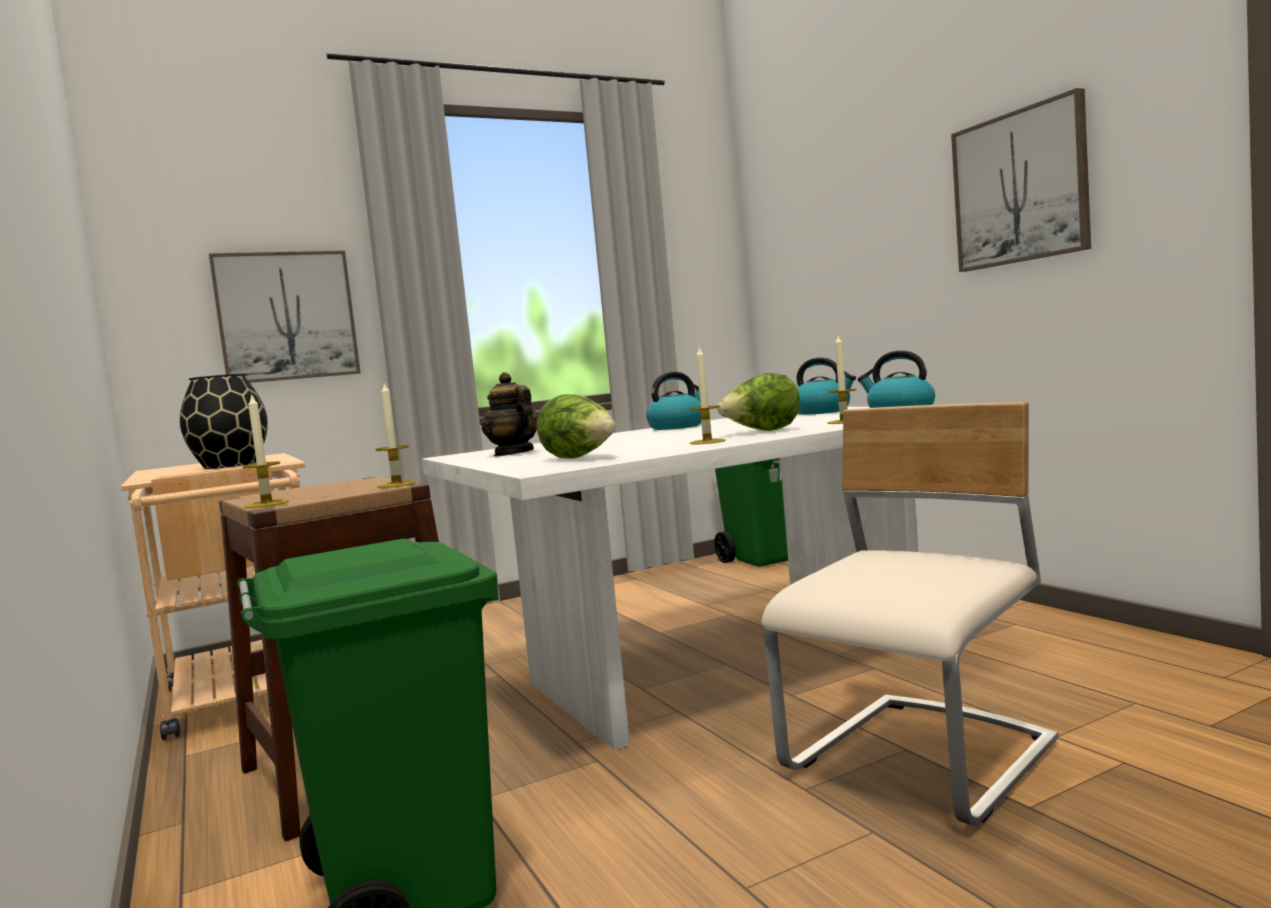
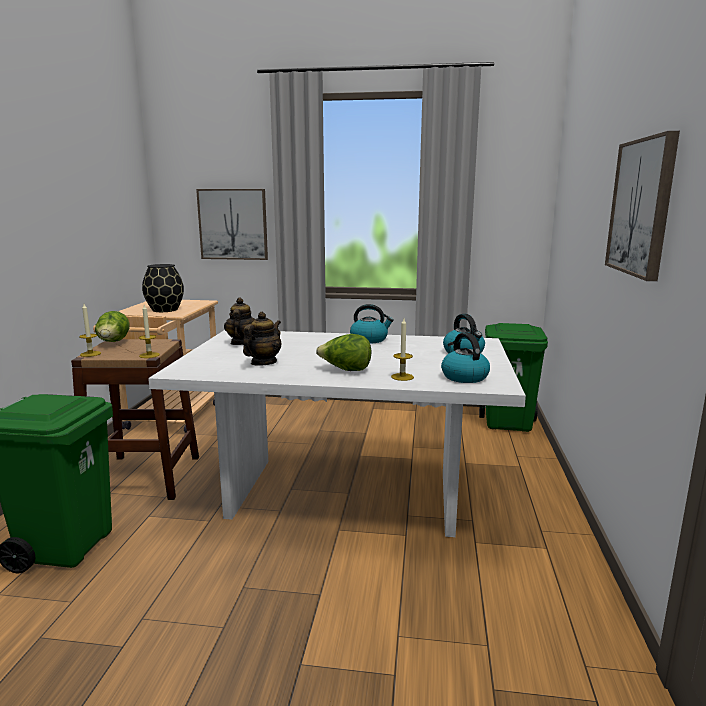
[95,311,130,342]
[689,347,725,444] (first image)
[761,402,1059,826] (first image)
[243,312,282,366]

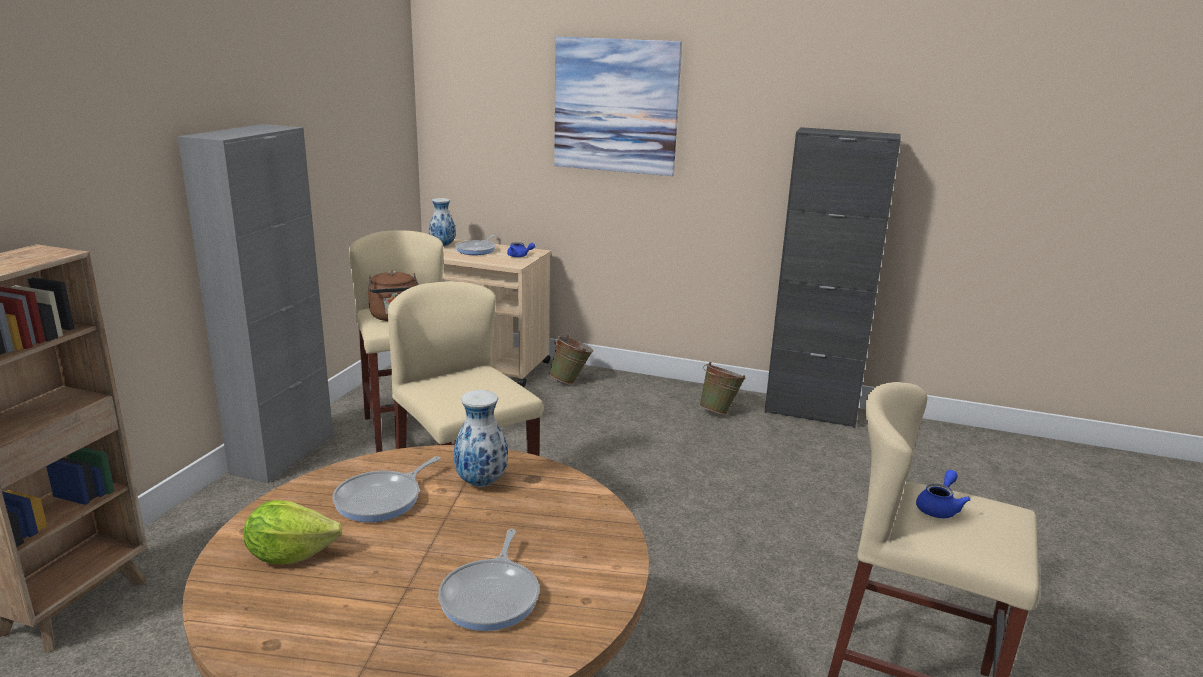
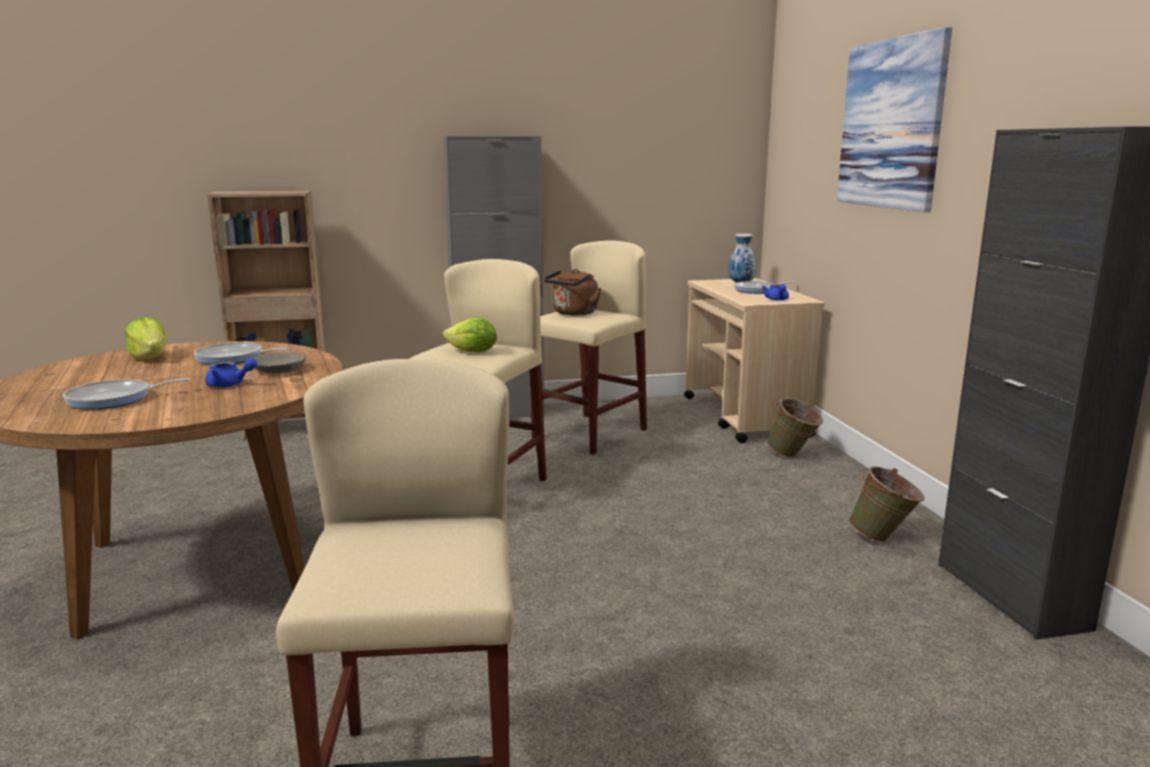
[253,352,306,374]
[205,358,257,388]
[443,318,497,352]

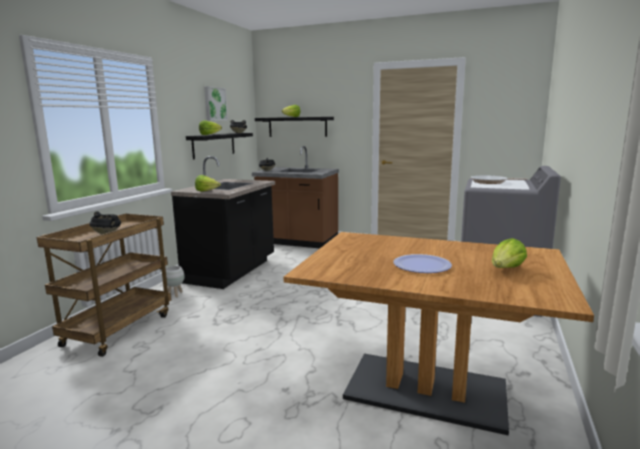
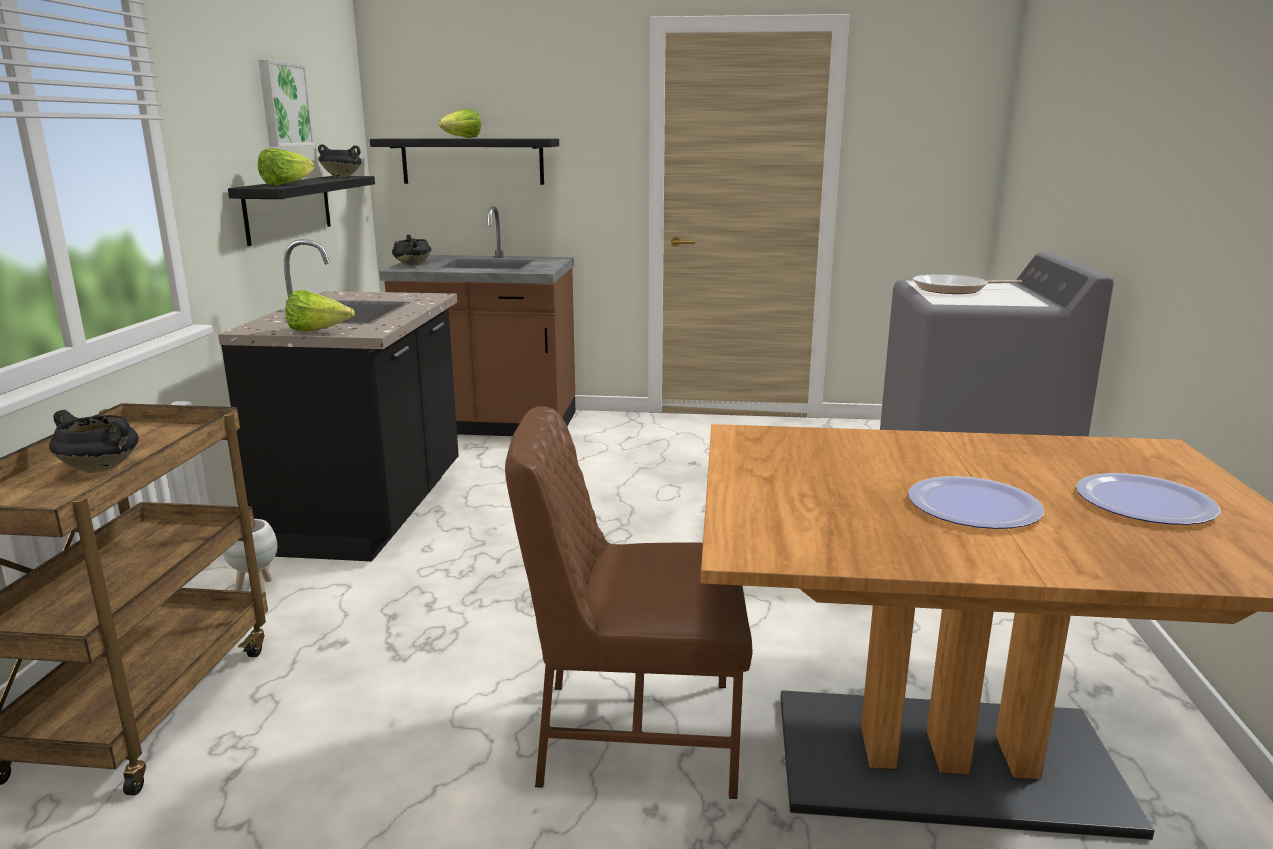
[1076,473,1220,525]
[505,406,753,799]

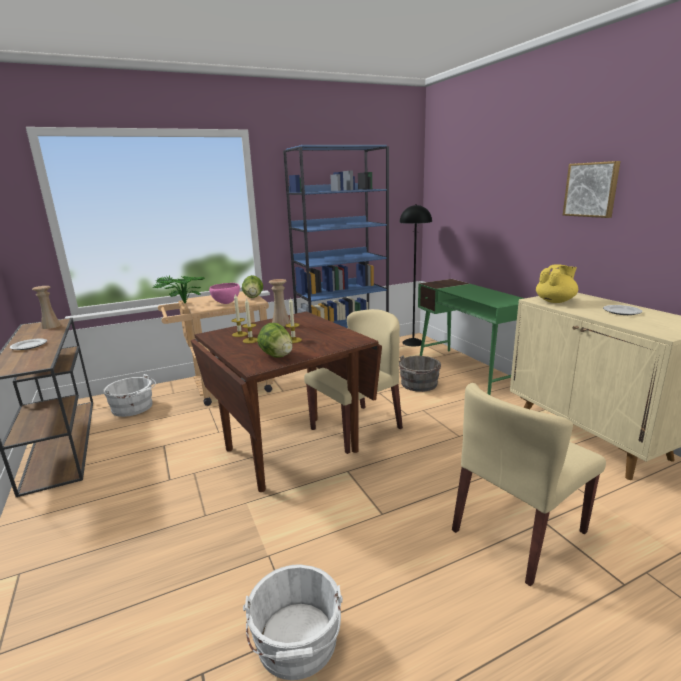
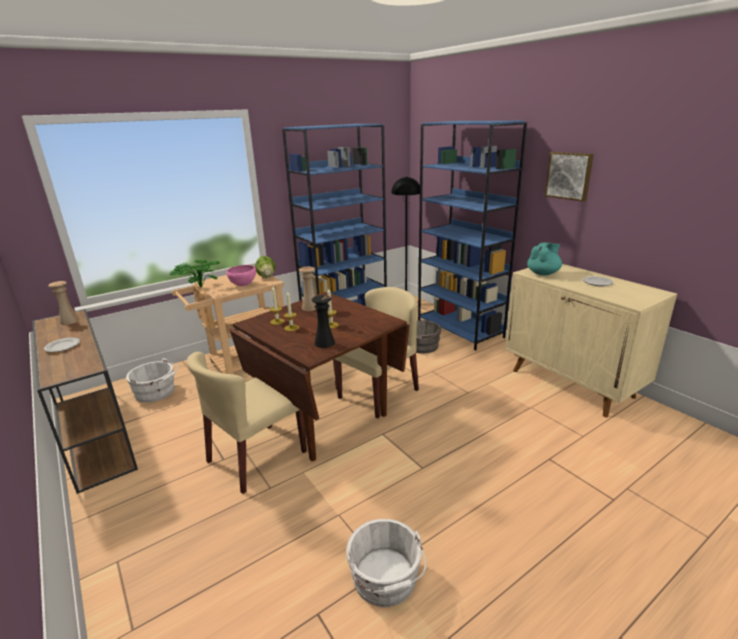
[312,295,335,348]
[418,121,527,351]
[186,352,307,494]
[527,242,562,275]

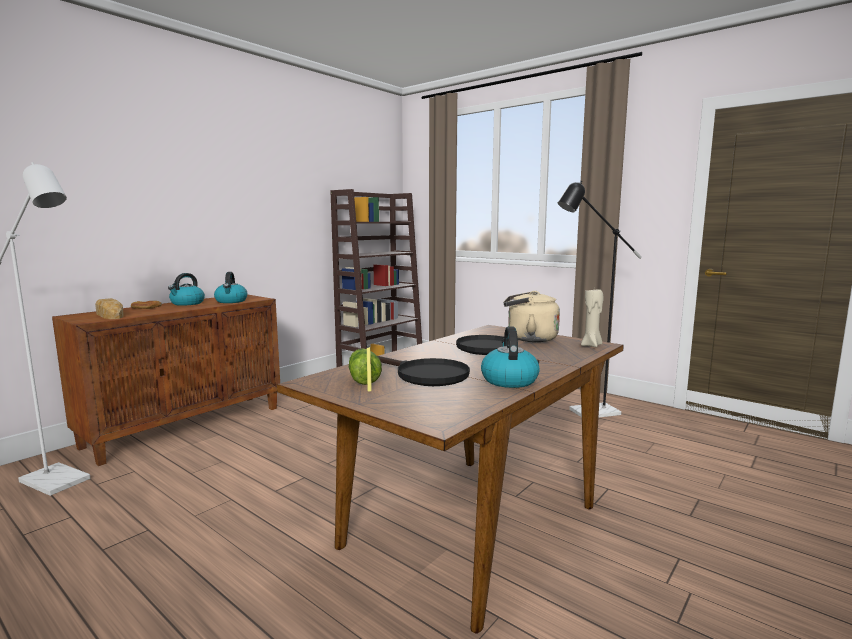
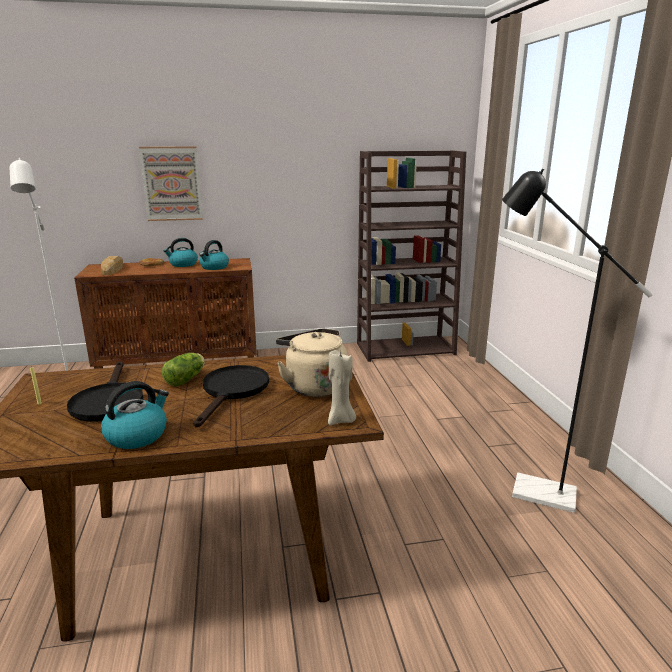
[162,353,205,386]
[139,146,203,221]

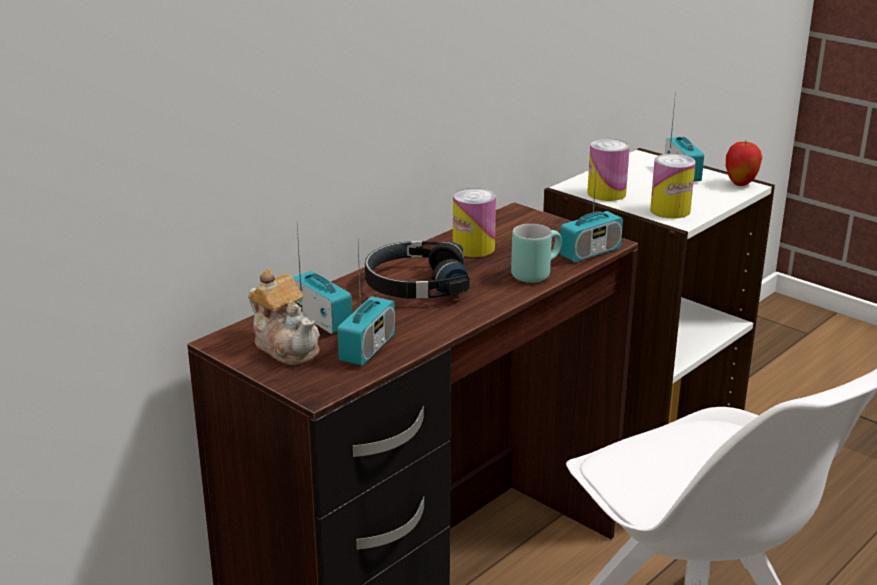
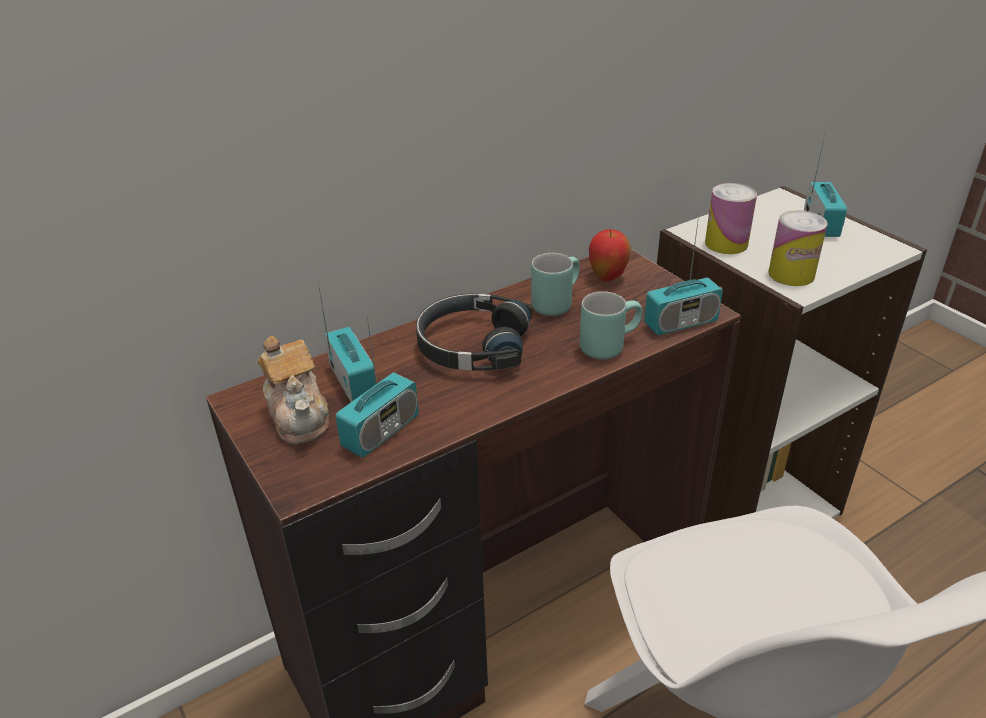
[531,253,580,316]
[589,229,631,281]

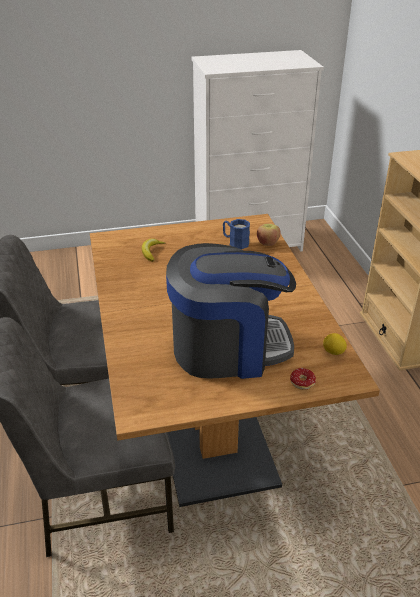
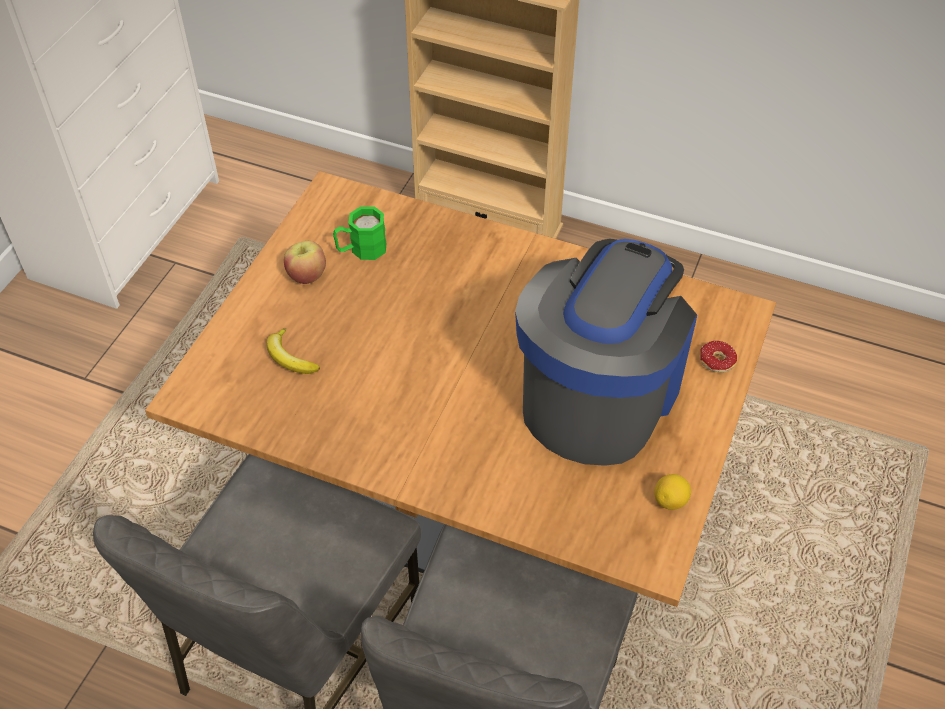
[333,206,386,260]
[284,241,326,284]
[654,474,691,510]

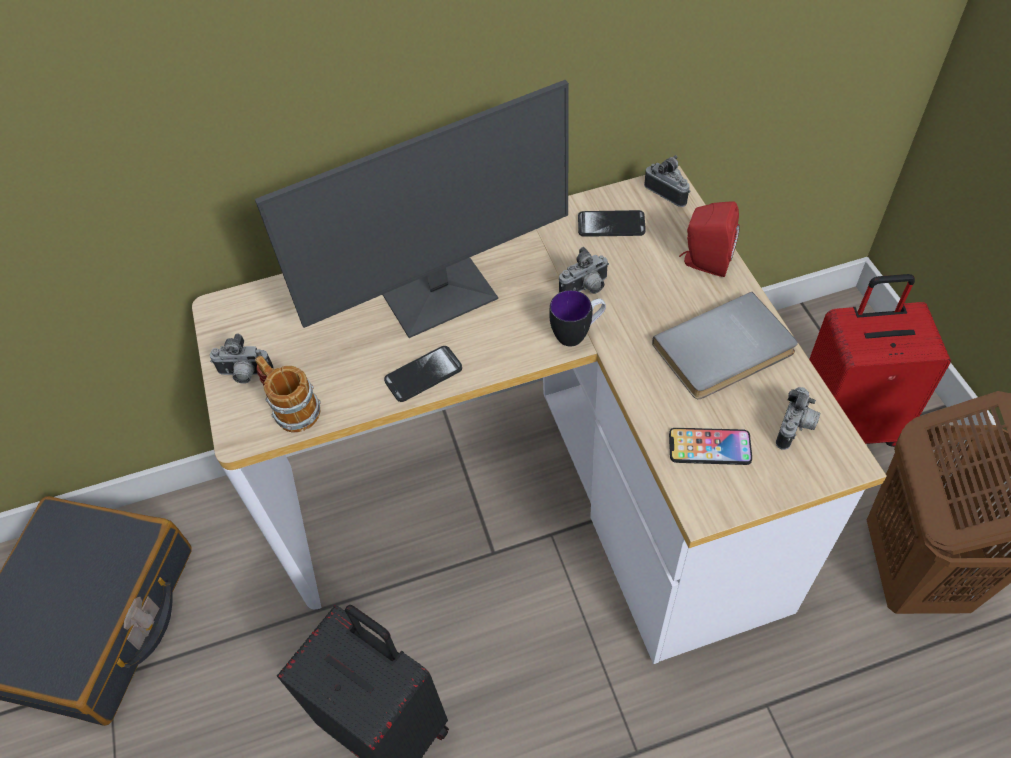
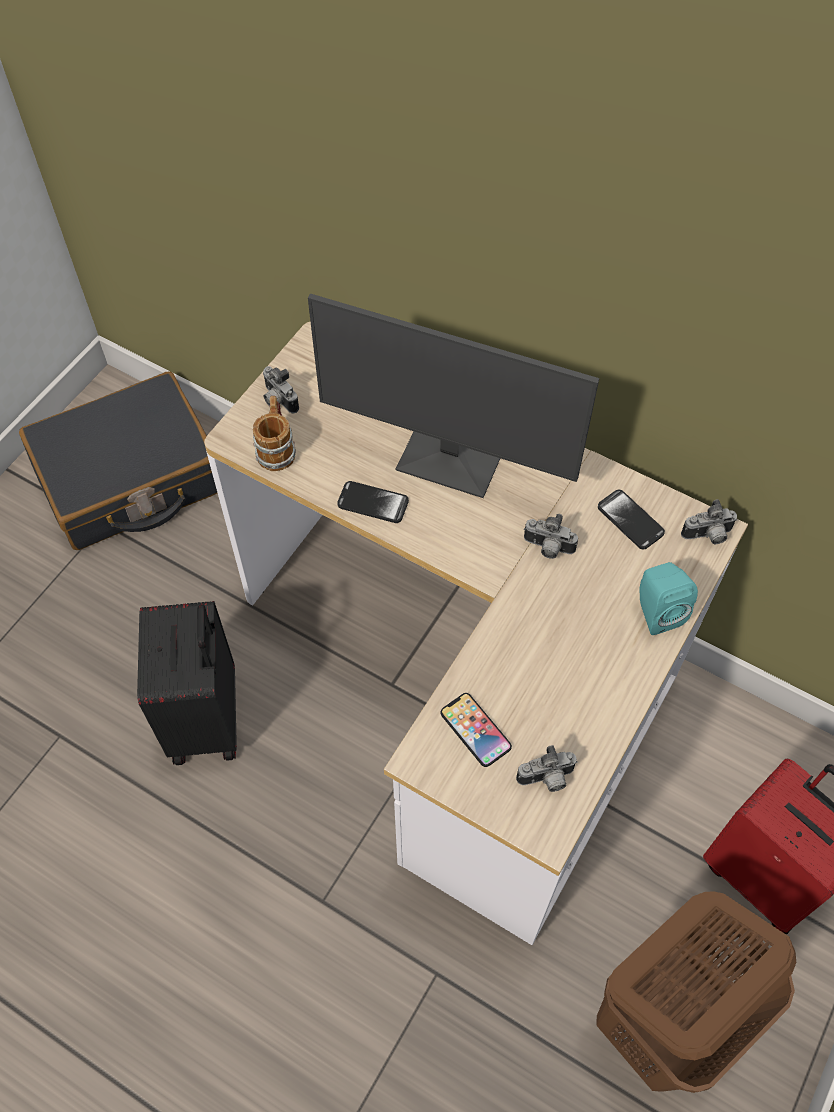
[549,290,606,347] (first image)
[681,499,738,544]
[652,292,798,399] (first image)
[640,562,698,635]

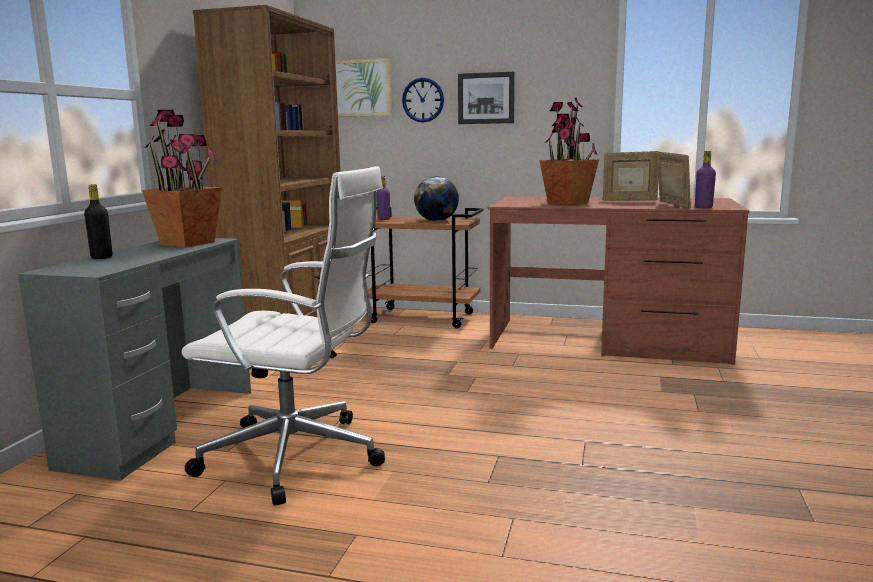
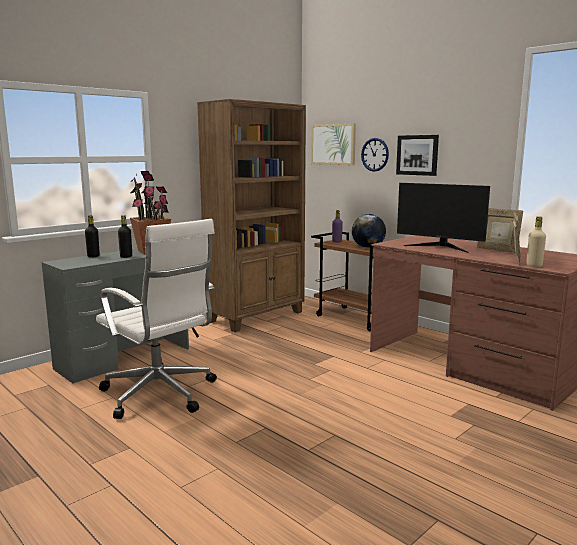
[397,183,490,253]
[526,216,546,267]
[118,215,132,258]

